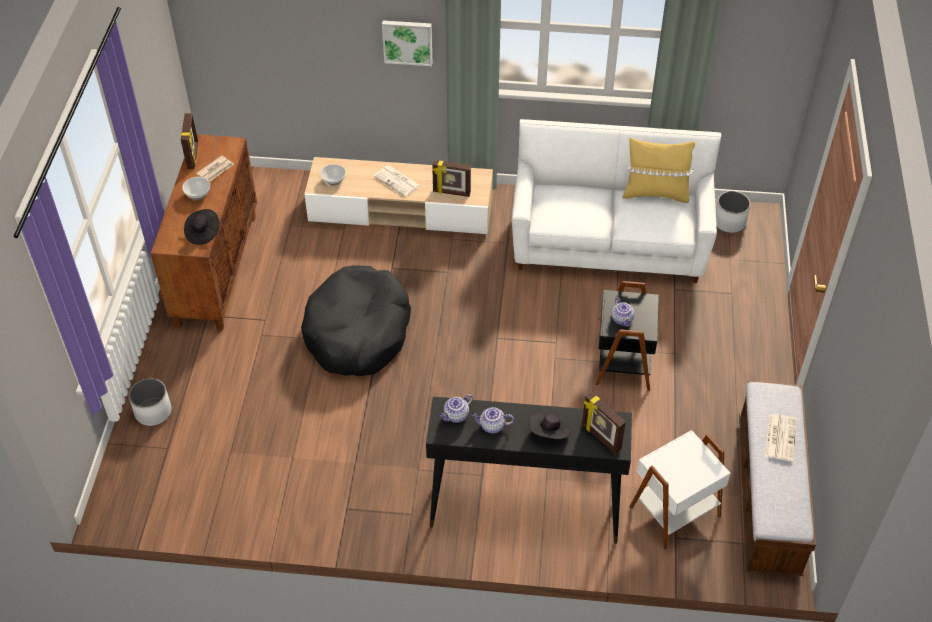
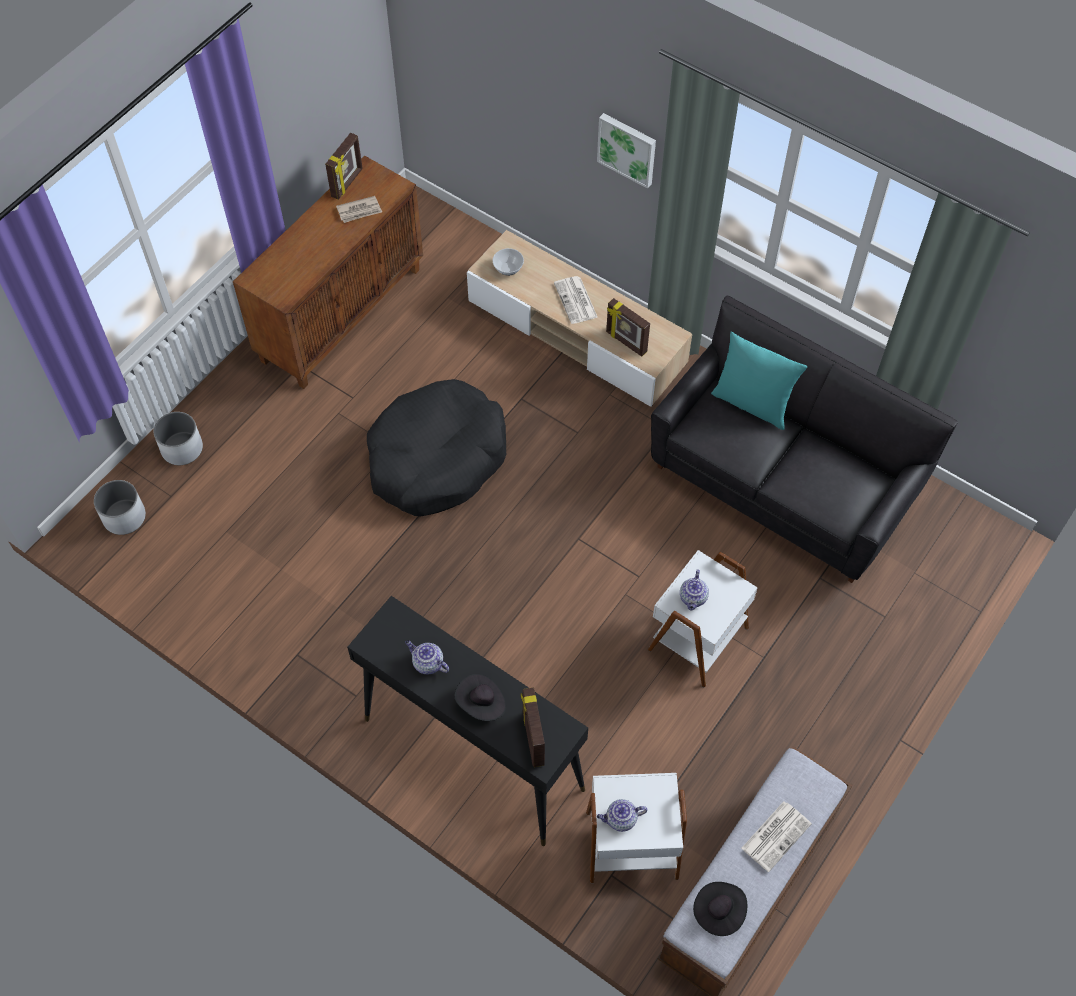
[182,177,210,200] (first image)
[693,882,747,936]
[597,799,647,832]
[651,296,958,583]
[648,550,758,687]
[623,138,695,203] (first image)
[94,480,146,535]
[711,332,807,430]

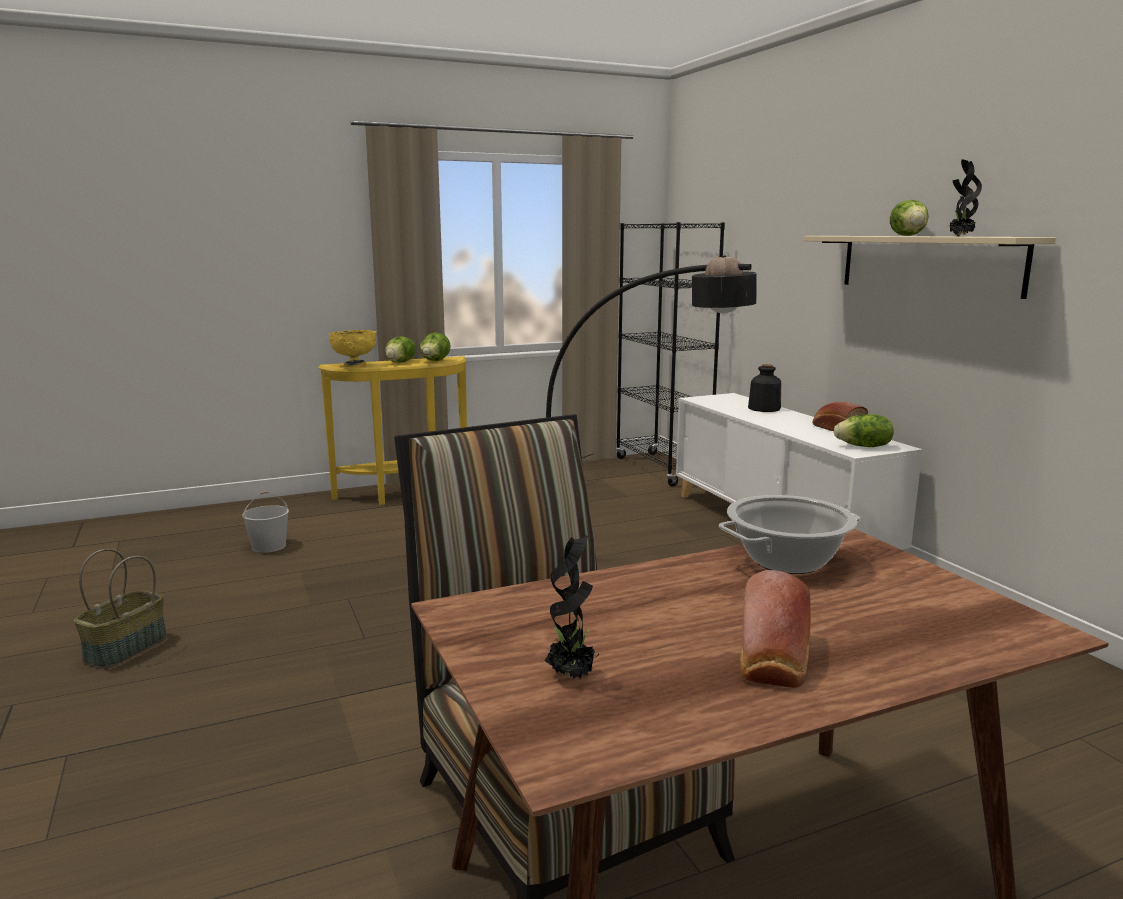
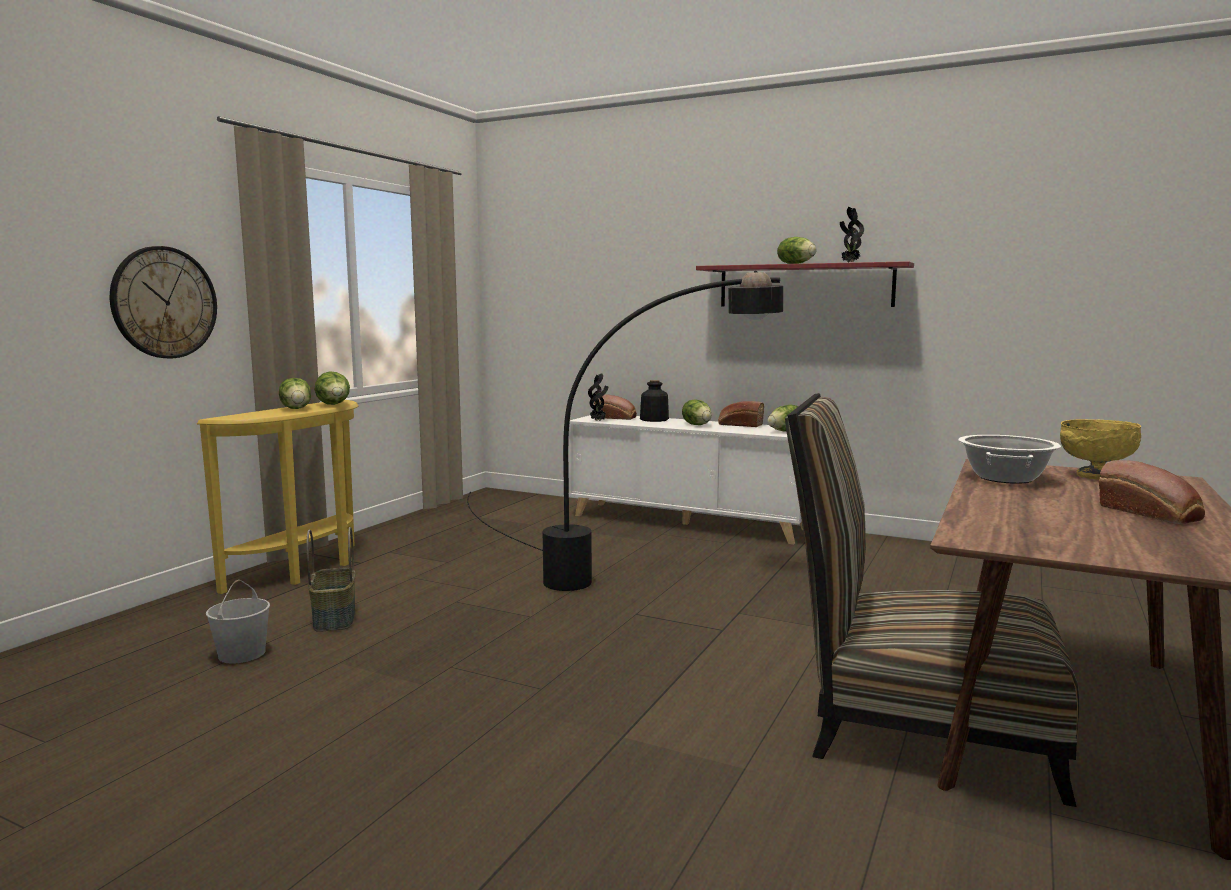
[306,527,356,632]
[1060,419,1141,480]
[588,373,609,421]
[616,222,725,486] (first image)
[696,261,914,307]
[110,246,217,358]
[594,394,637,420]
[682,399,711,425]

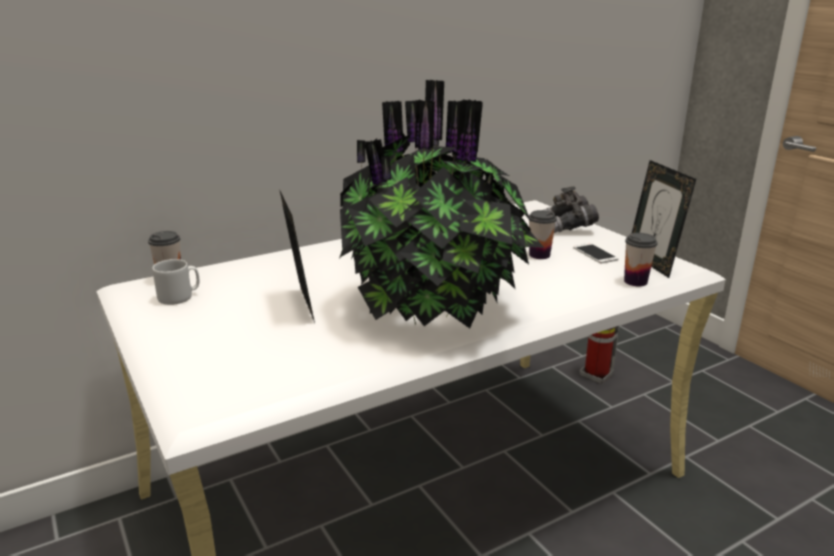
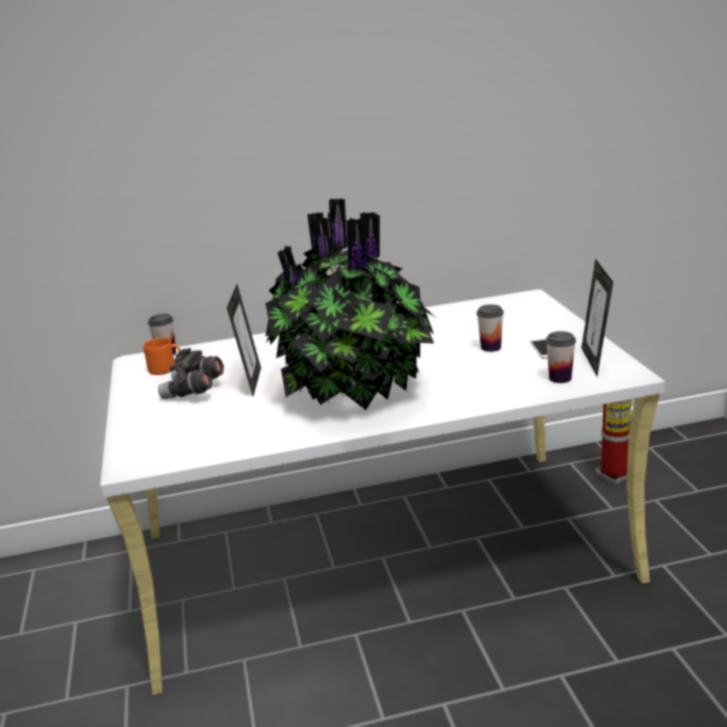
[143,338,180,375]
[158,348,224,399]

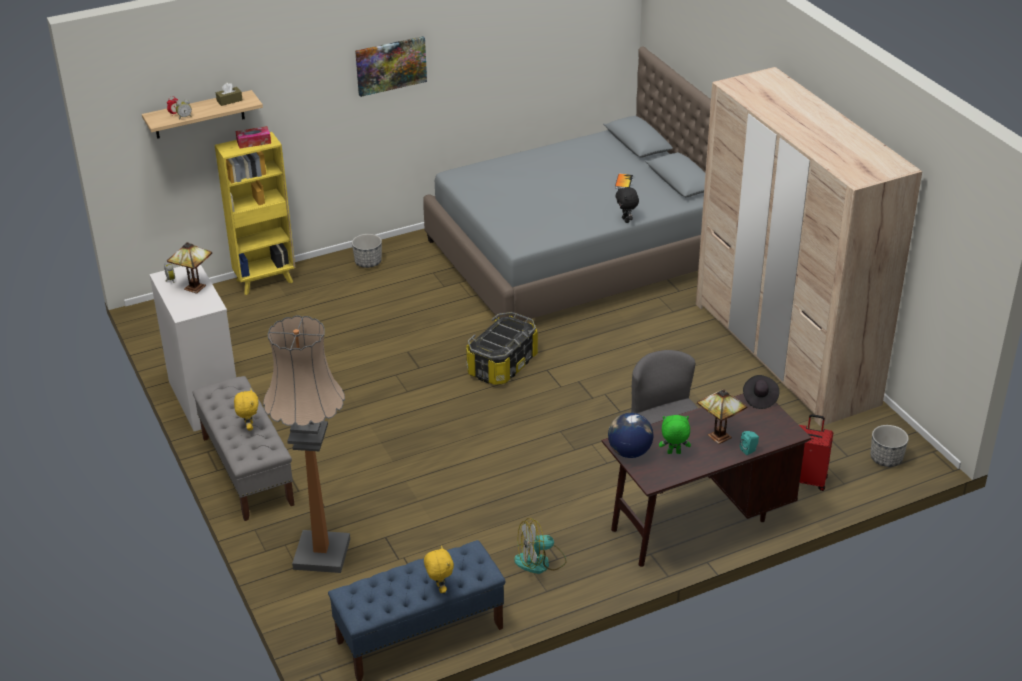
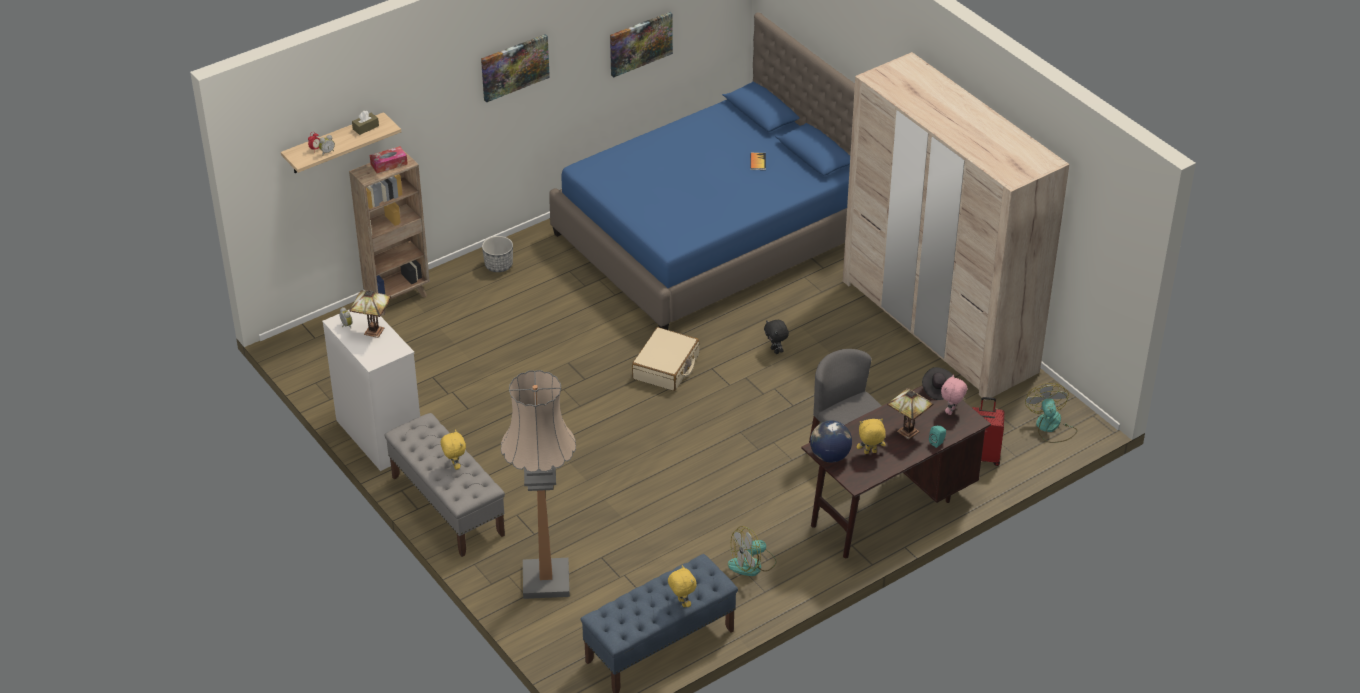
[349,150,430,316]
[549,13,855,330]
[632,327,699,391]
[764,320,789,354]
[857,419,886,454]
[1025,383,1078,443]
[610,12,673,78]
[941,374,967,415]

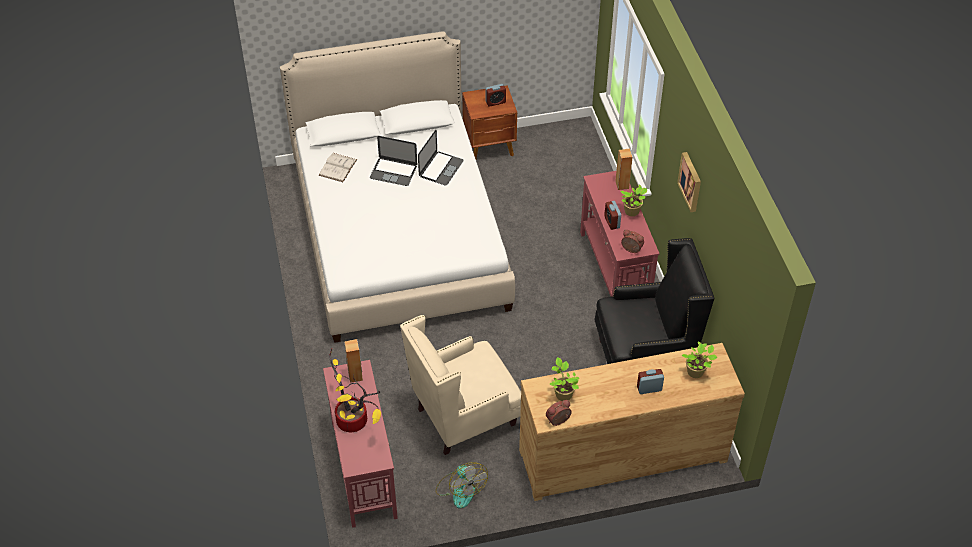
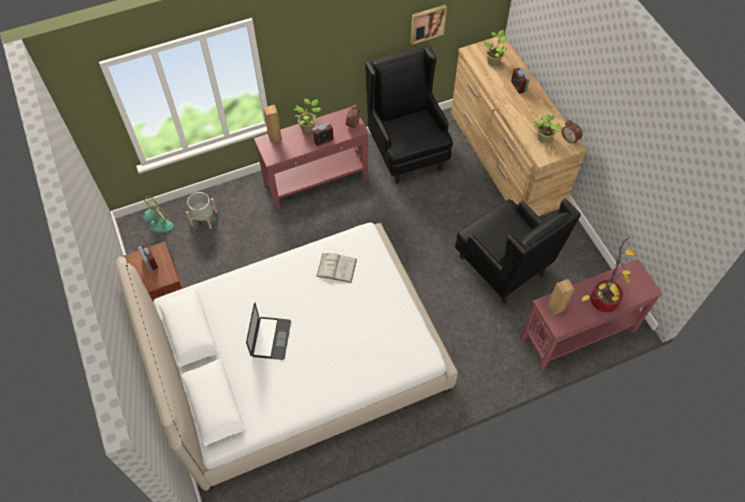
[316,253,357,283]
[455,198,581,304]
[418,130,464,186] (first image)
[139,196,174,245]
[411,5,447,45]
[186,192,217,229]

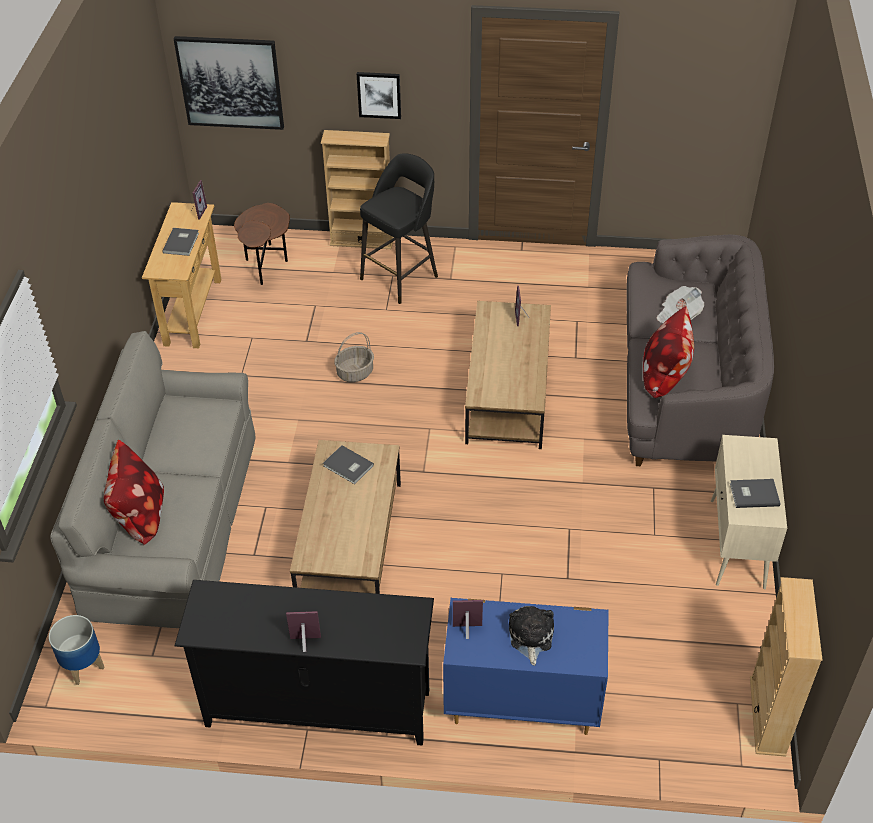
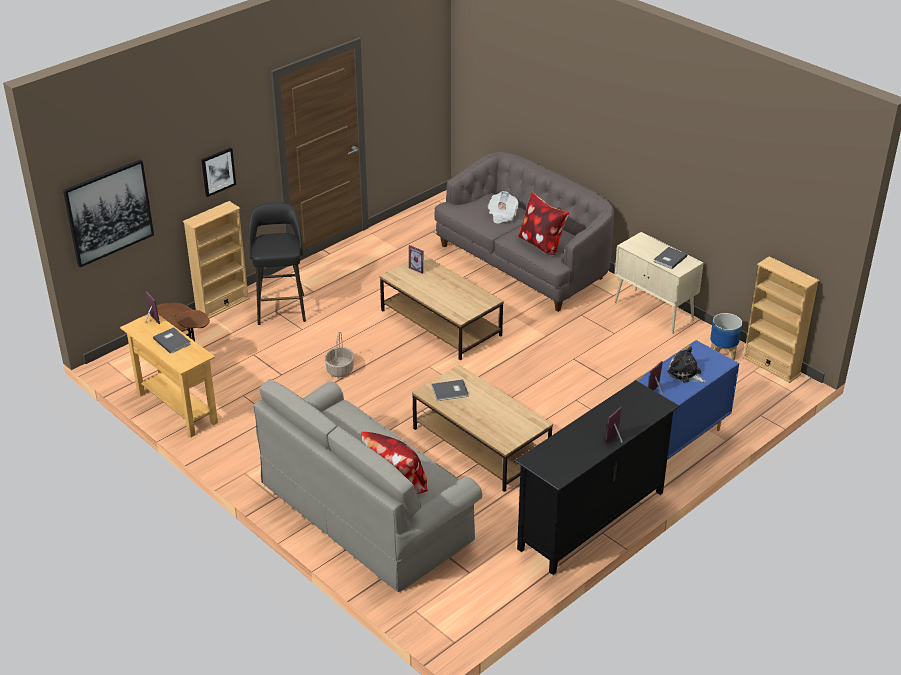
[710,313,742,360]

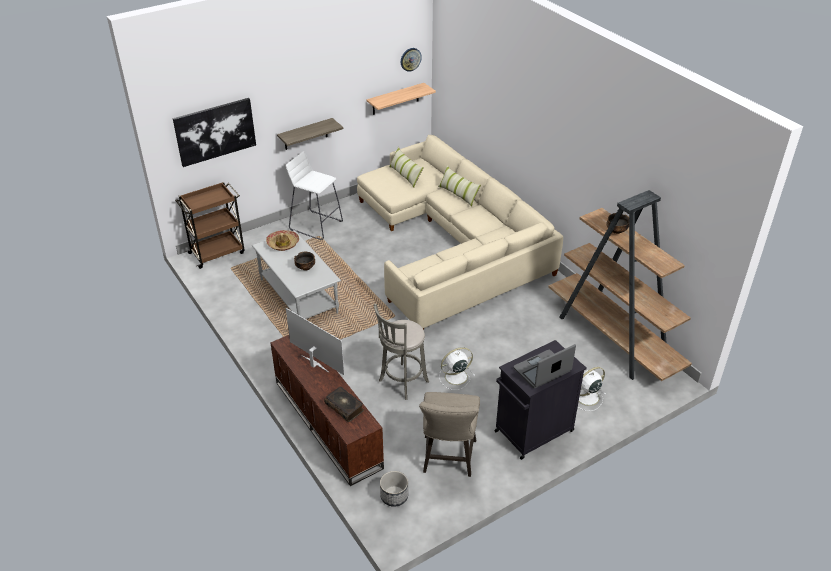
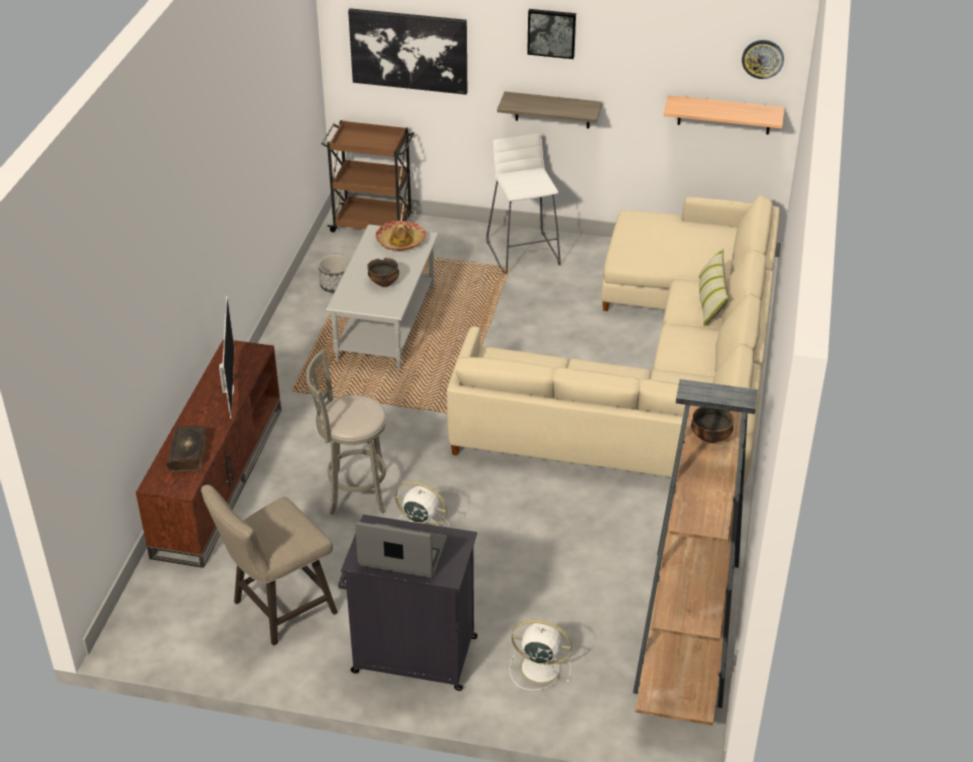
[318,255,350,293]
[389,147,424,188] (first image)
[527,9,576,59]

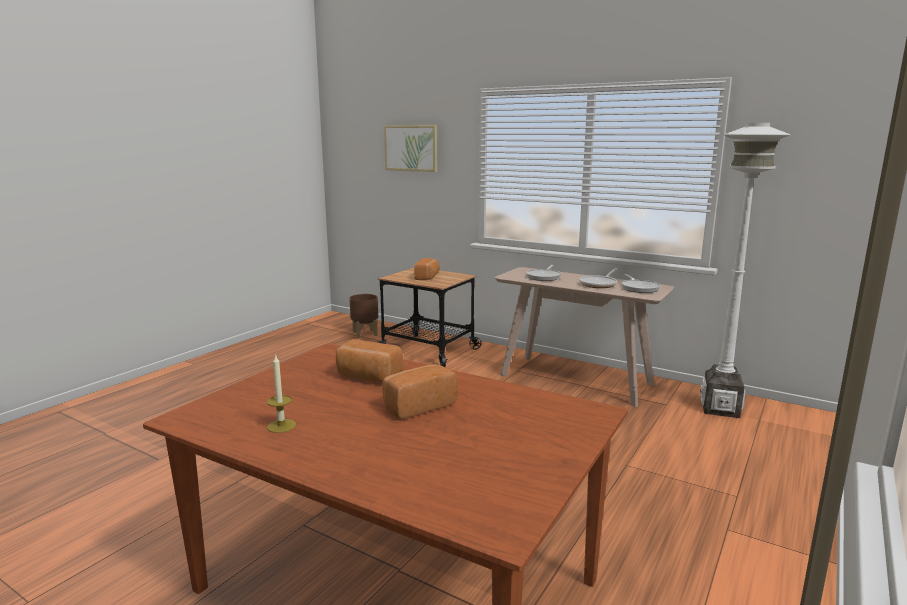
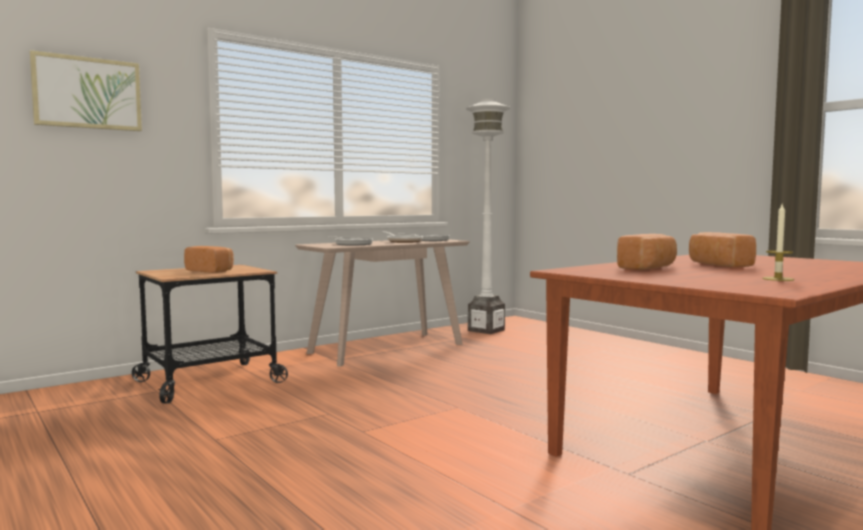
[349,294,378,338] (first image)

